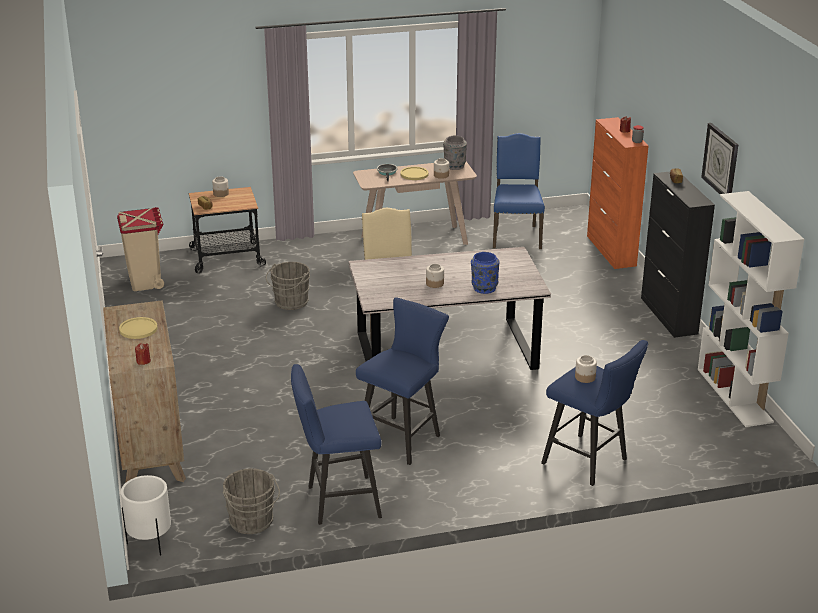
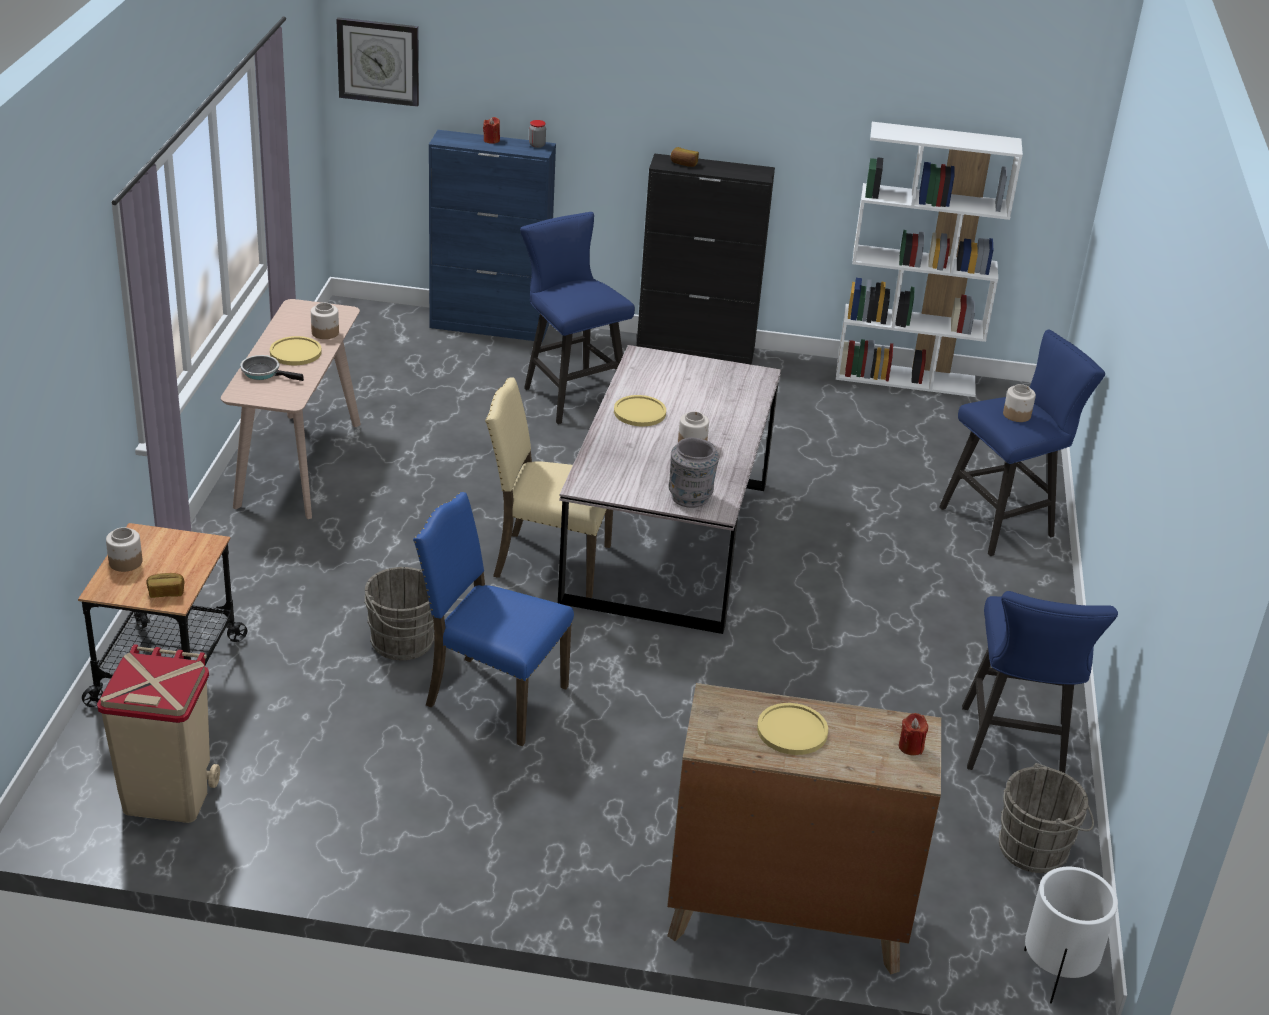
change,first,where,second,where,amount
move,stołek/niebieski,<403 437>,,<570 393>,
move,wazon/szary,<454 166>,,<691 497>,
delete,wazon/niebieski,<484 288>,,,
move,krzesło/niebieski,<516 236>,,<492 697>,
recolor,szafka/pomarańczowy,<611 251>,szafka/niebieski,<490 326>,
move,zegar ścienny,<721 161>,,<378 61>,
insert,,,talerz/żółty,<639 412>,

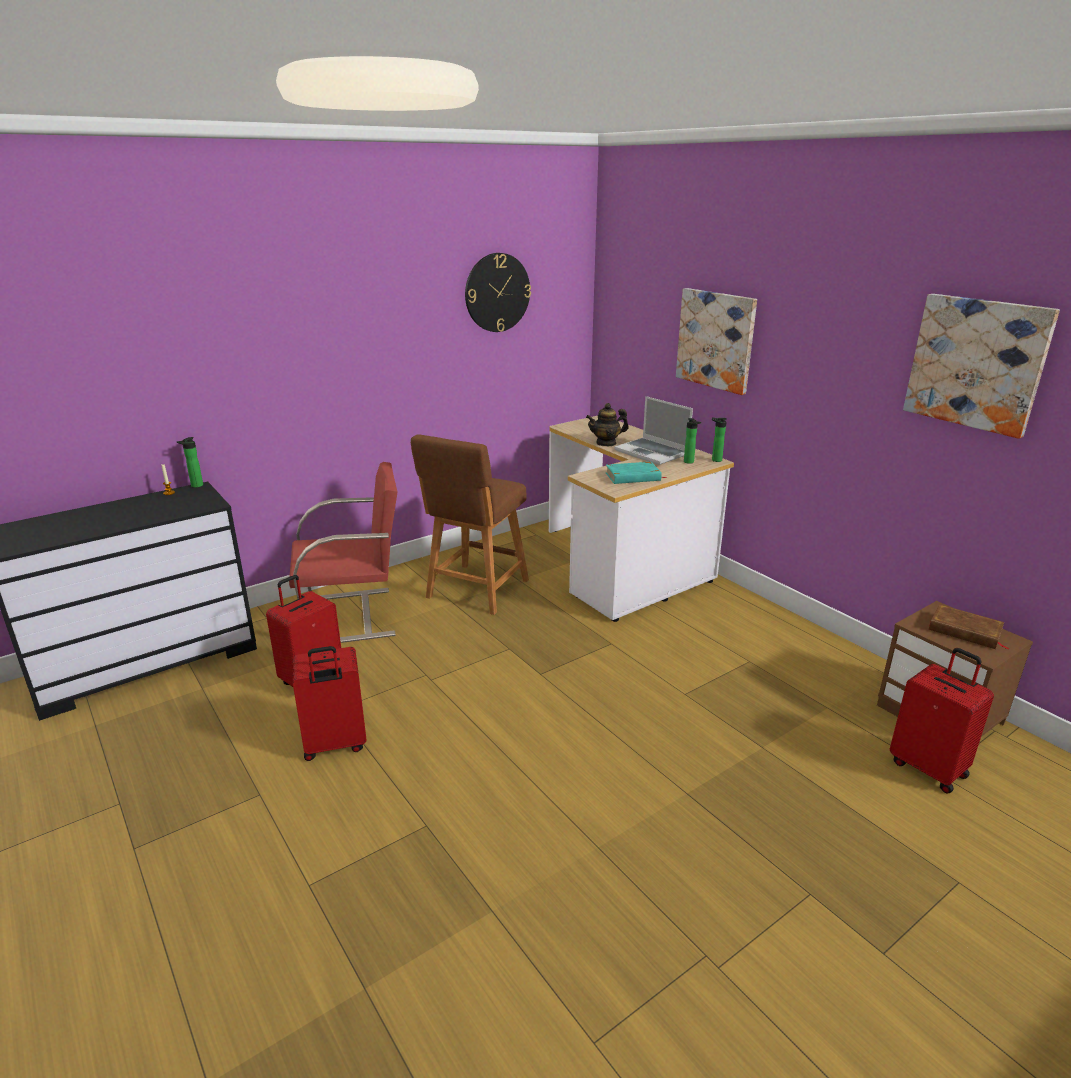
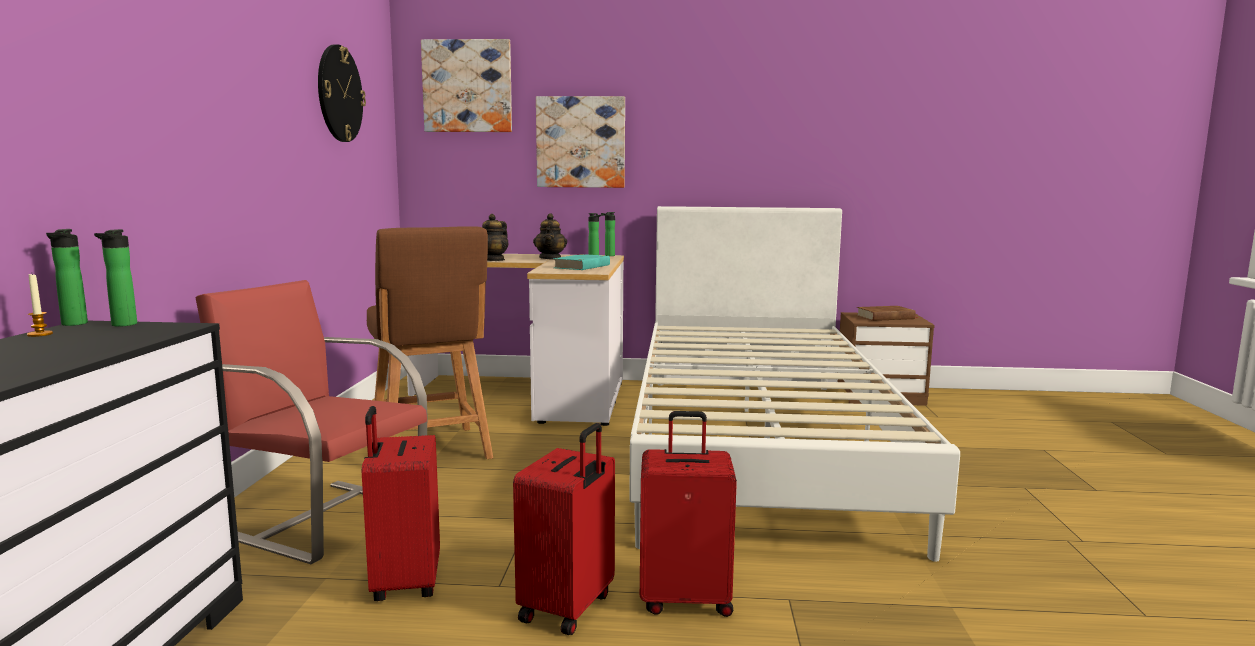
change,first,where,second,where,amount
rotate,krzesło/czerwony,<354 616>,,<325 518>,90 degrees counterclockwise
replace,laptop,<653 453>,imbryk,<550 258>,
move,walizka/czerwony,<929 768>,,<685 599>,
move,obraz,<977 363>,,<467 86>,
insert,,,butelka,<122 325>,
insert,,,łóżko/biały,<757 445>,

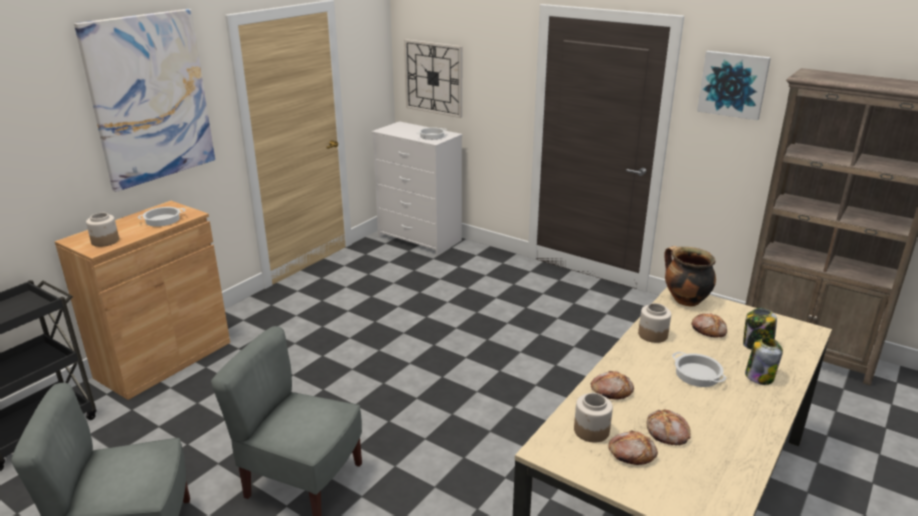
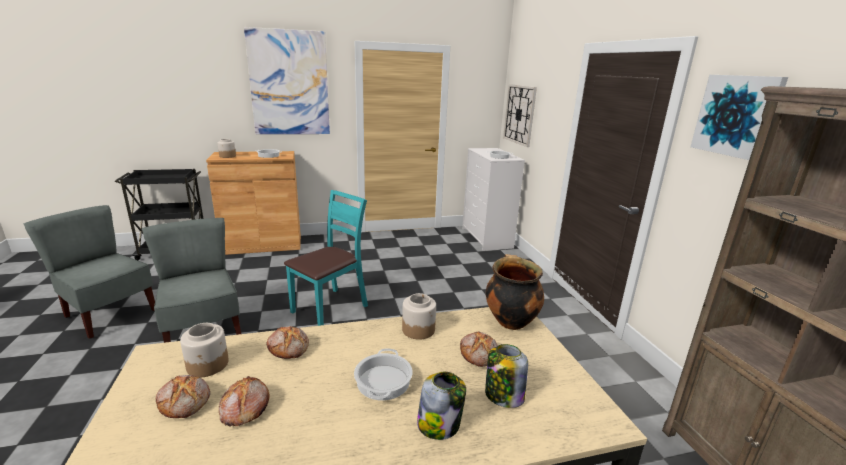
change,first,where,second,where,amount
insert,,,krzesło/turkusowy,<330 308>,

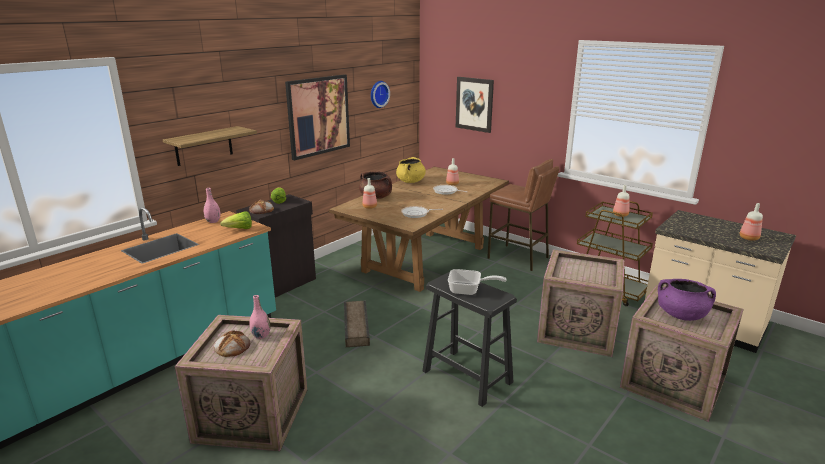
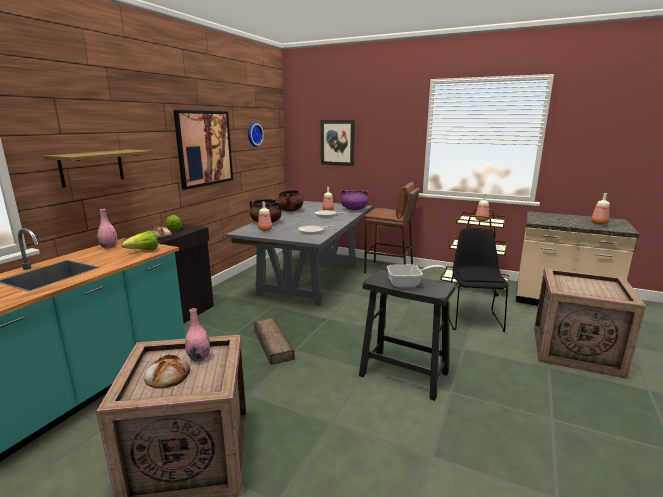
change,first,where,second,where,amount
recolor,stół jadalny/brązowy,<424 259>,stół jadalny/szary,<310 279>,
recolor,garnek/żółty,<410 181>,garnek/brązowy,<290 210>,
replace,skrzynka,<578 330>,krzesło/czarny,<473 319>,
move,garnek/fioletowy,<681 315>,,<354 209>,

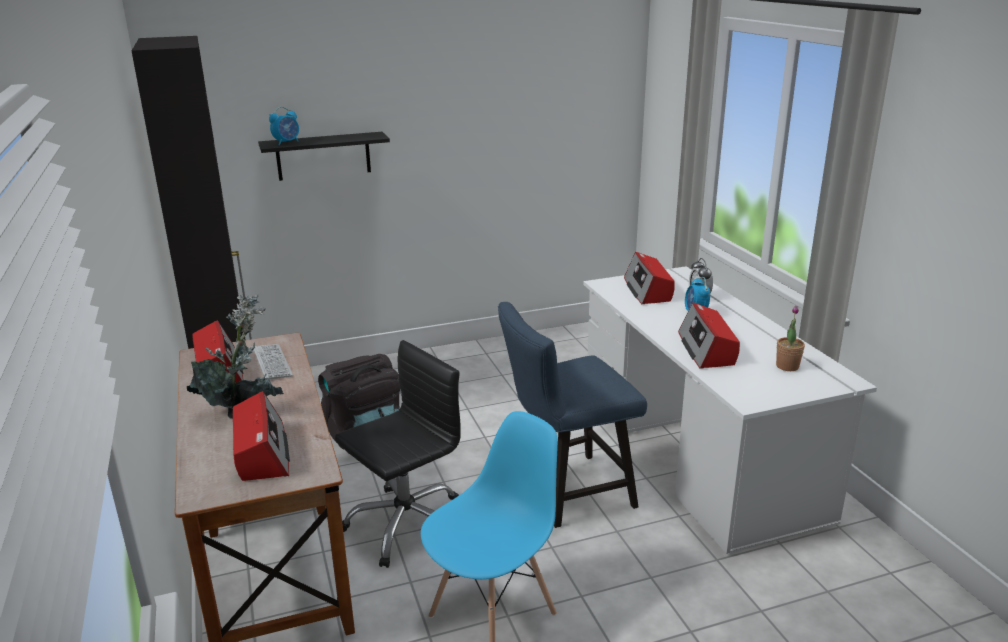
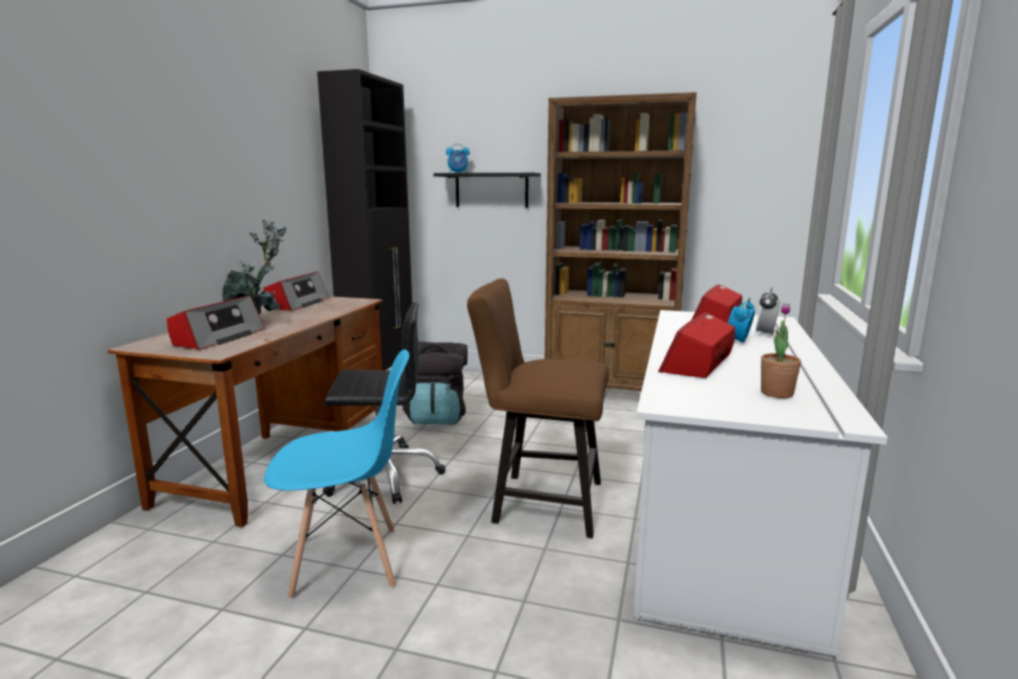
change,first,where,second,where,amount
delete,klawiatura,<272 363>,,,
recolor,krzesło/niebieski,<566 493>,krzesło/brązowy,<539 502>,
insert,,,regał/brązowy,<612 393>,

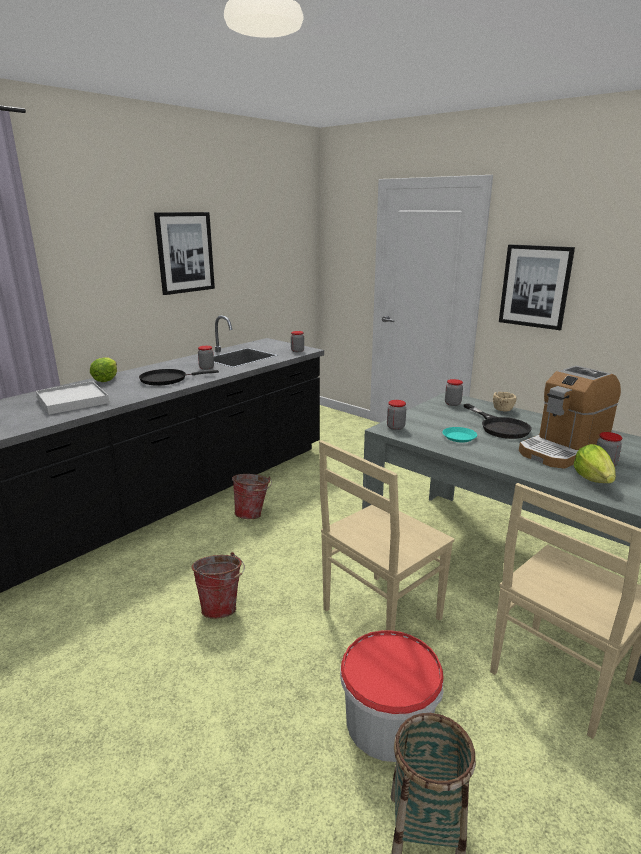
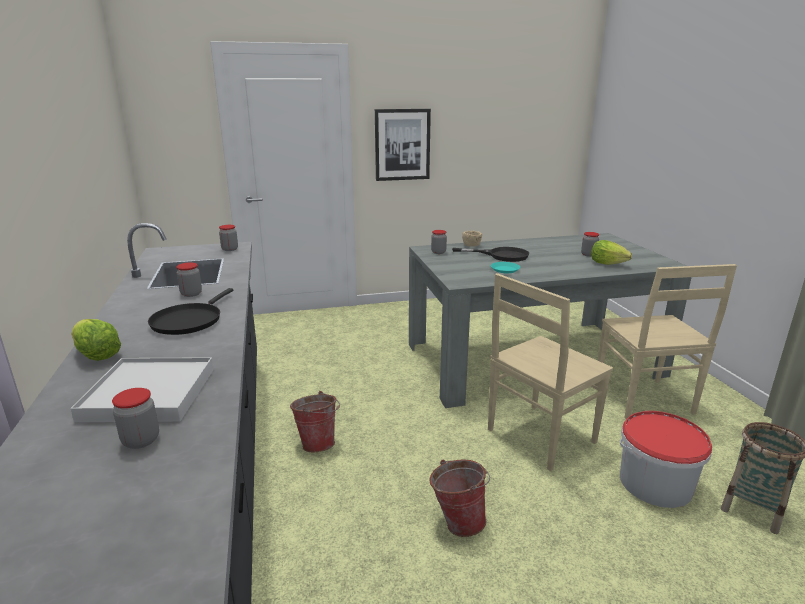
change,first,where,second,where,amount
delete,obraz,<185 252>,,,
rotate,krzesło/beżowy,<379 615>,,<538 437>,60 degrees clockwise
move,słoik,<395 427>,,<141 440>,
delete,ekspres do kawy,<563 449>,,,

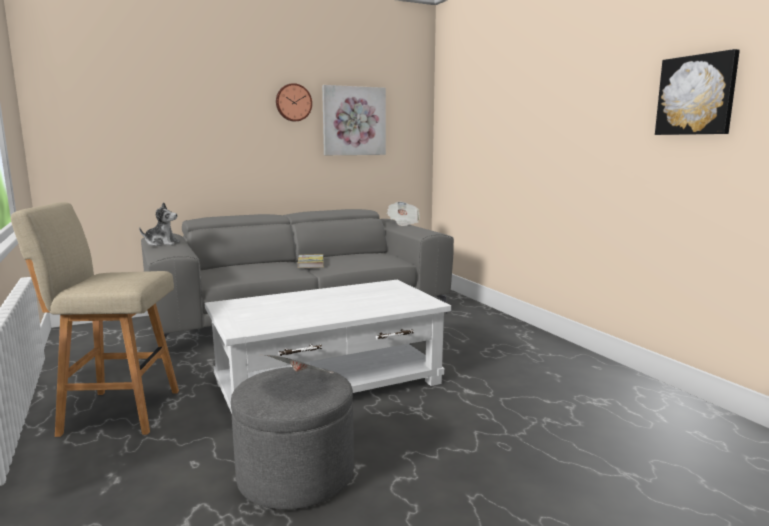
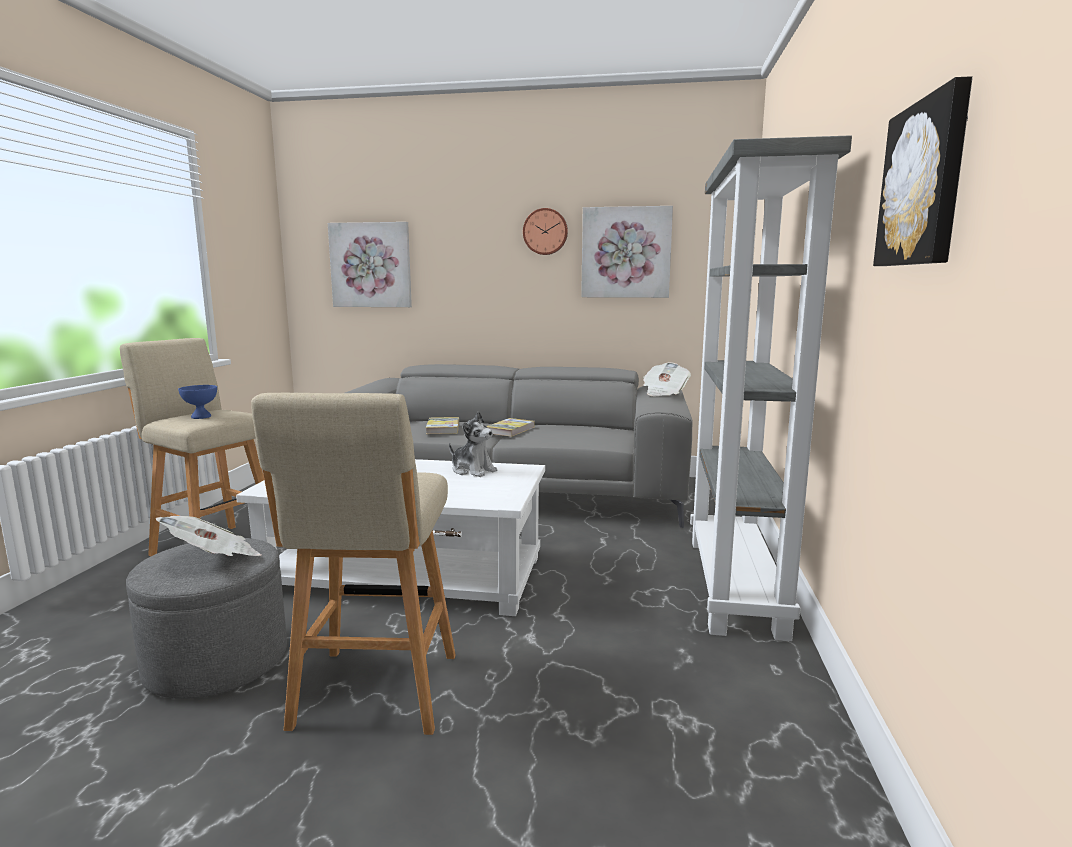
change,first,where,second,where,amount
move,pluszak,<162 243>,,<472 470>,
insert,,,miska/niebieski,<201 416>,
insert,,,stołek/beżowy,<375 694>,
insert,,,obraz,<371 265>,
insert,,,książka,<443 428>,
insert,,,regał/szary,<736 585>,

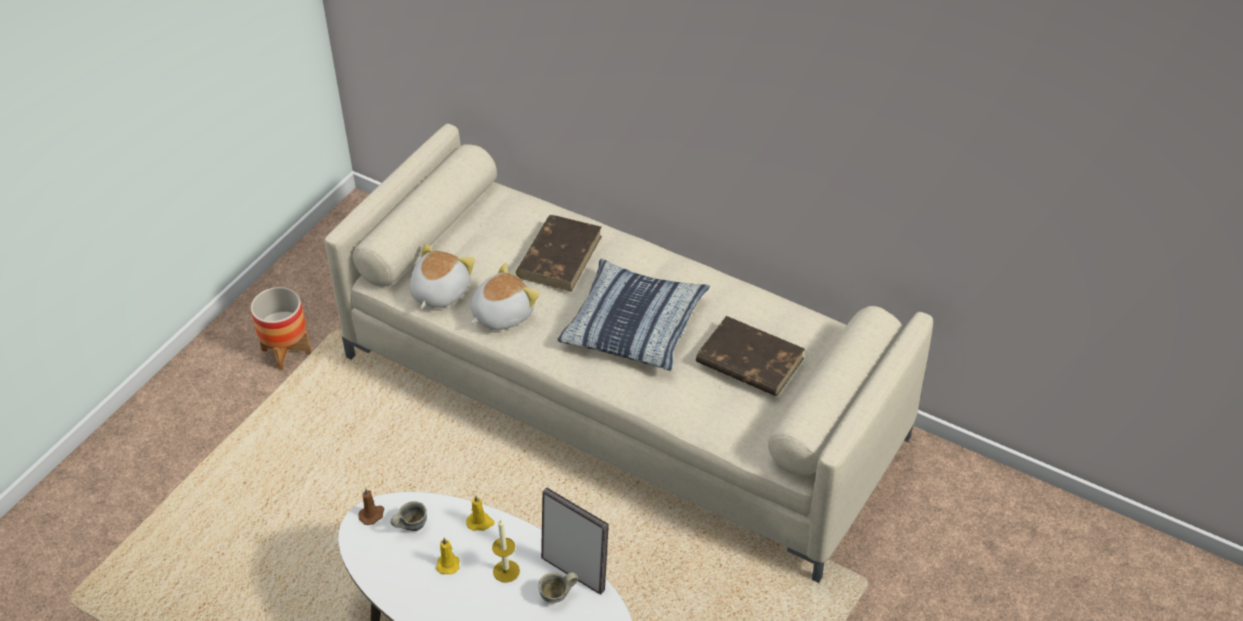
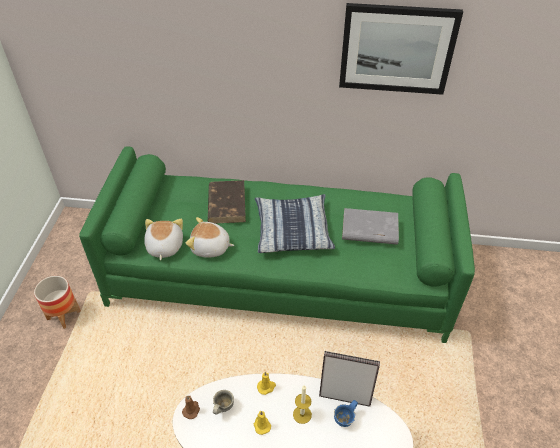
change,first,where,second,where,amount
recolor,kanapa/beżowy,<624 397>,kanapa/zielony,<280 275>,
rotate,pluszak,<501 314>,,<210 248>,105 degrees counterclockwise
recolor,kubek/szary,<557 598>,kubek/niebieski,<345 420>,
recolor,książka/brązowy,<749 361>,książka/szary,<369 229>,
insert,,,obraz,<397 49>,

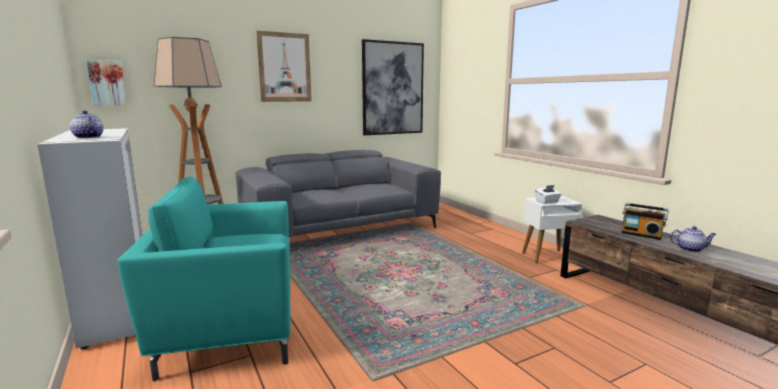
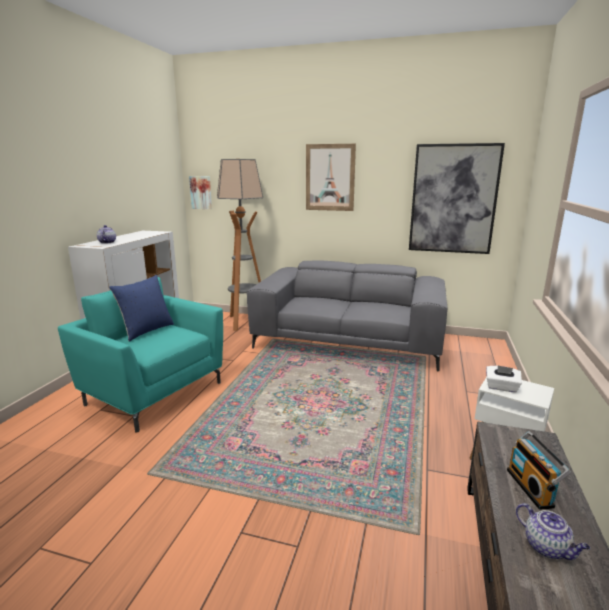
change,first,where,second,where,amount
insert,,,poduszka/niebieski,<146 331>,

